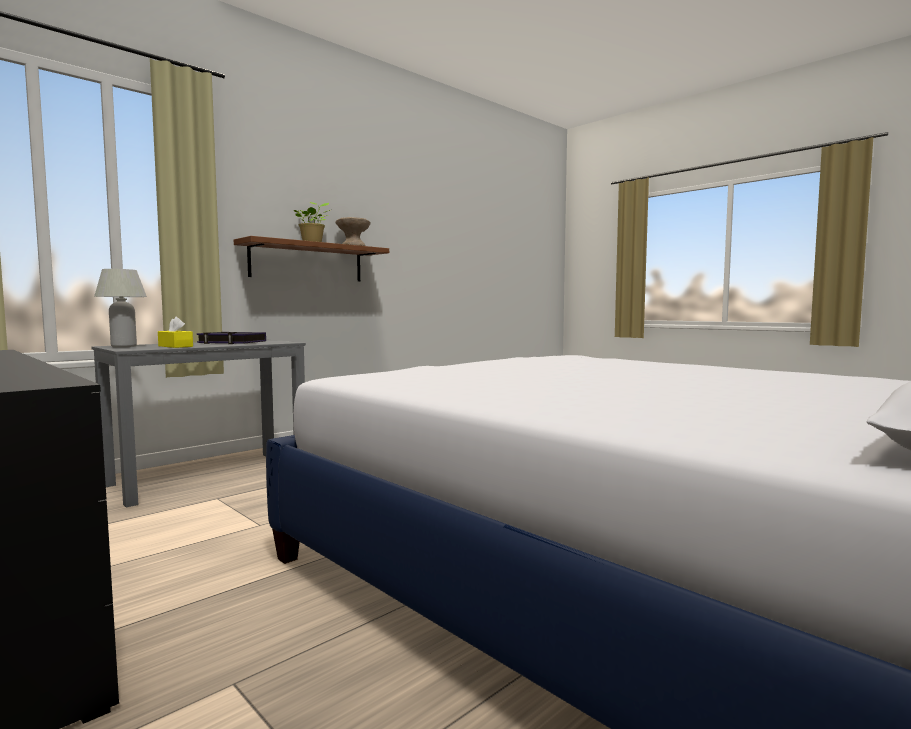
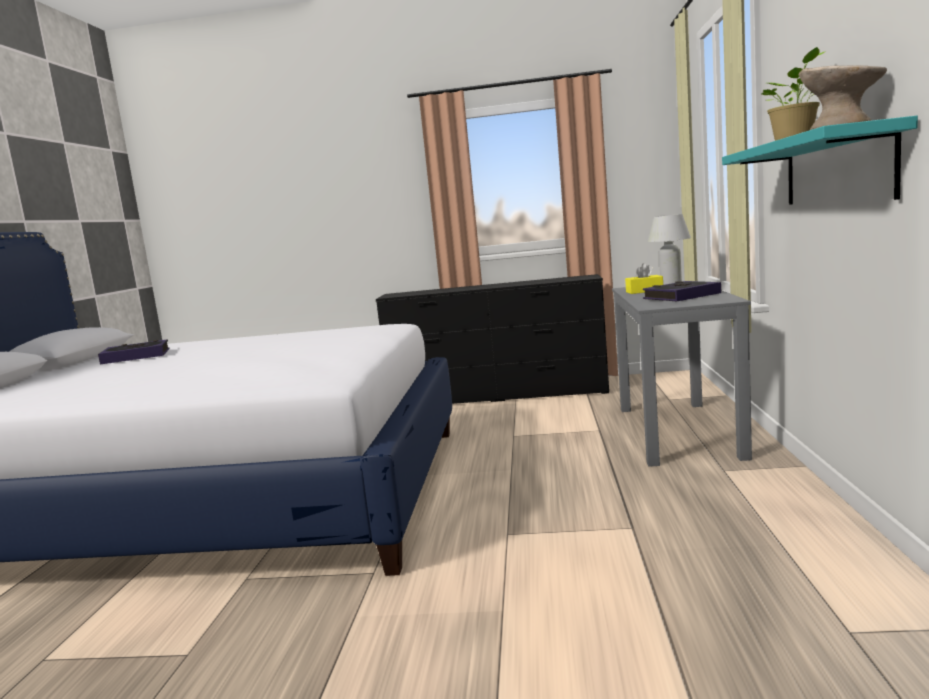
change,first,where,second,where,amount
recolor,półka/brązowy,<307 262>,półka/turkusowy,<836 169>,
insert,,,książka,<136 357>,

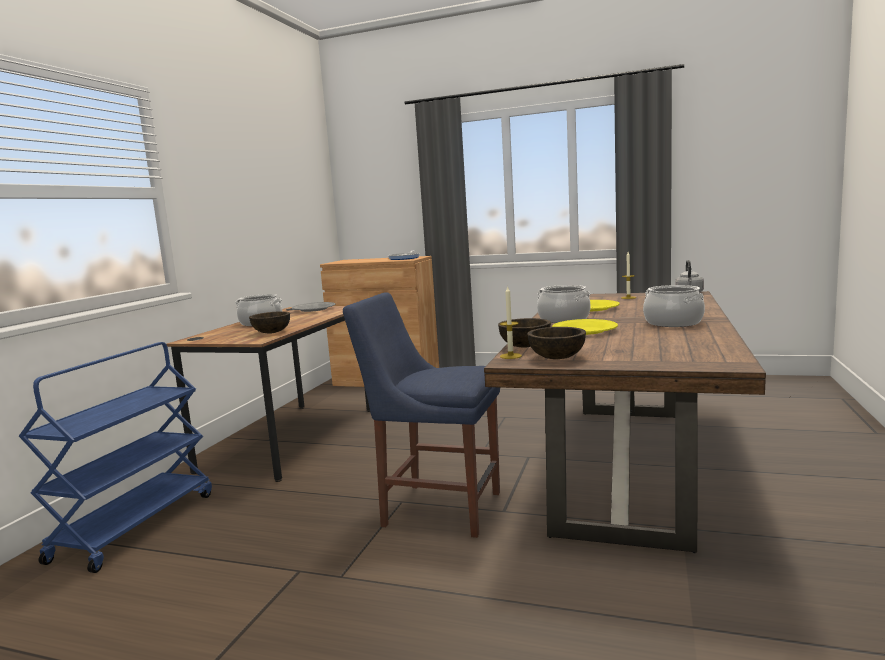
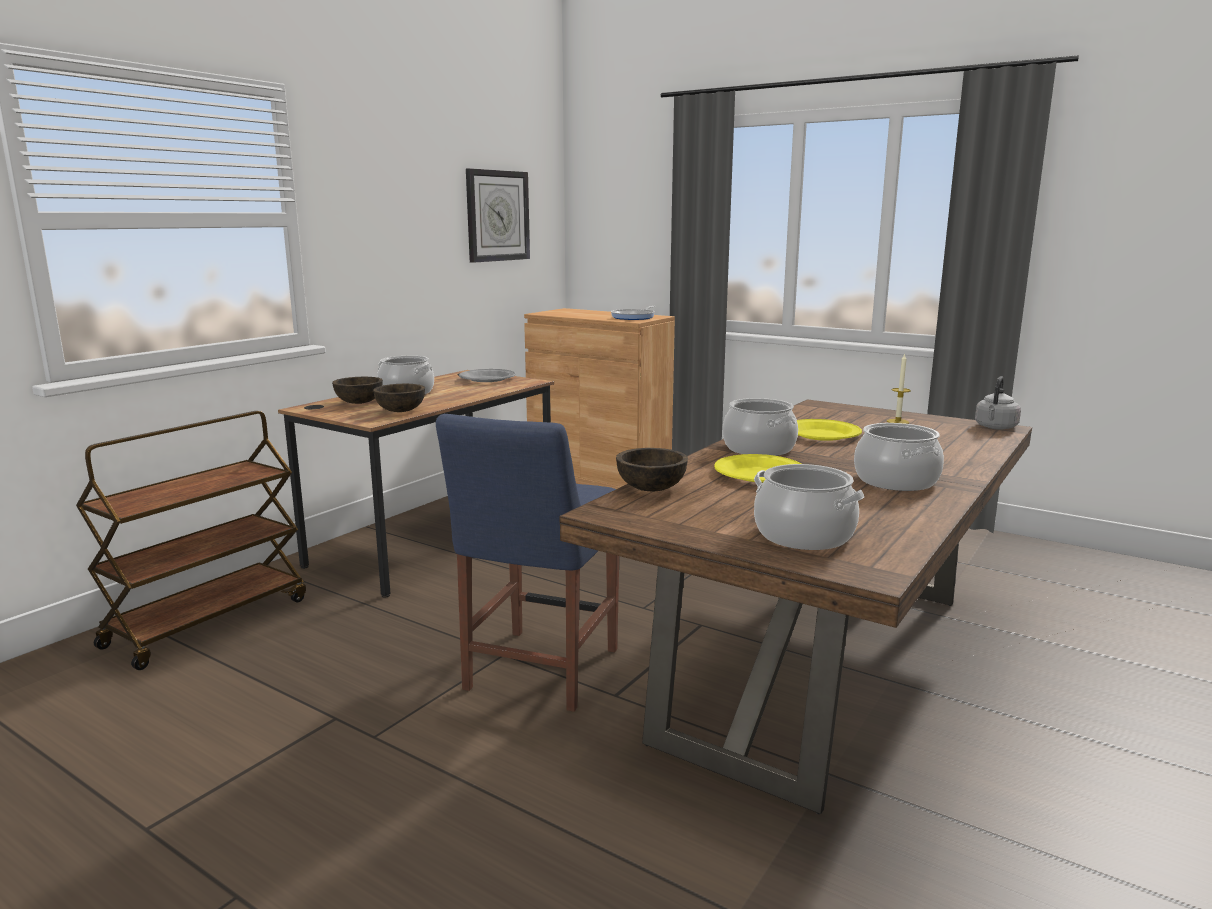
change,first,where,second,where,amount
recolor,wózek/niebieski,<135 525>,wózek/brązowy,<208 621>,
rotate,krzesło/niebieski,<436 508>,,<538 672>,105 degrees counterclockwise
delete,świeca,<510 356>,,,
move,miska/brązowy,<557 358>,,<359 402>,
insert,,,zegar ścienny,<497 216>,
insert,,,garnek,<804 535>,

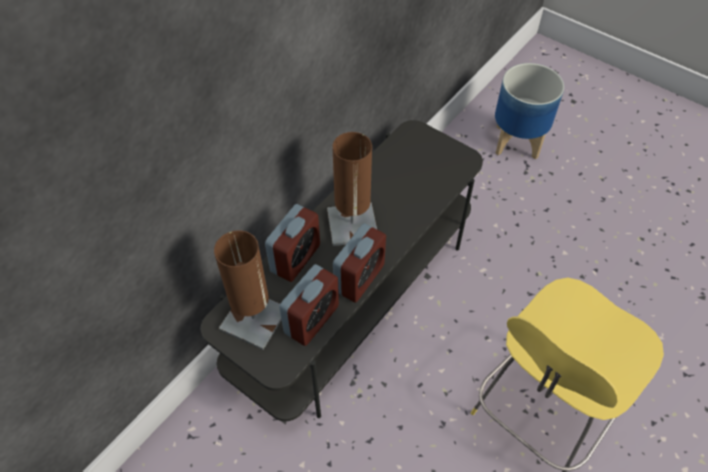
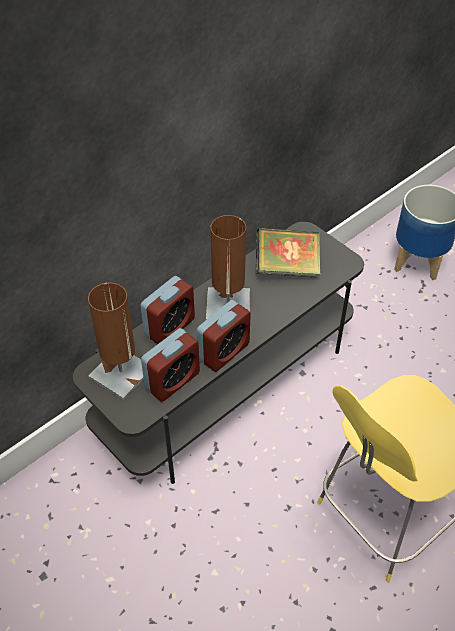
change,first,where,second,where,amount
insert,,,książka,<286 268>,

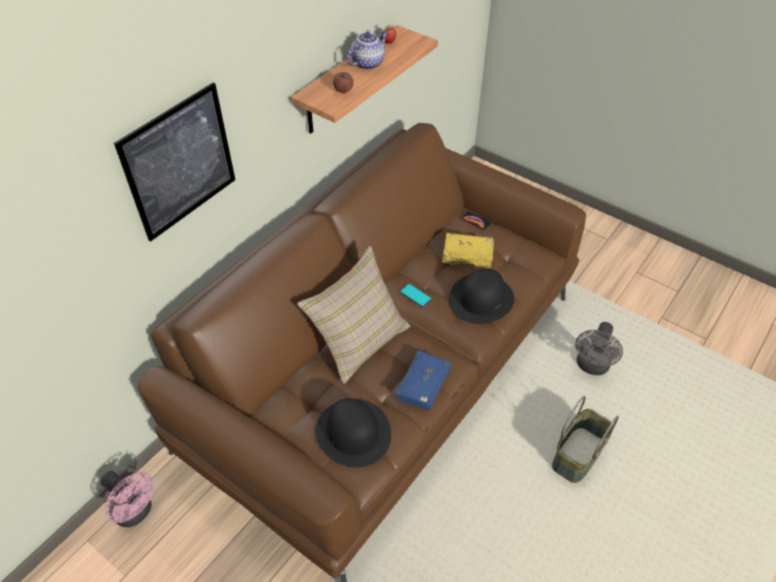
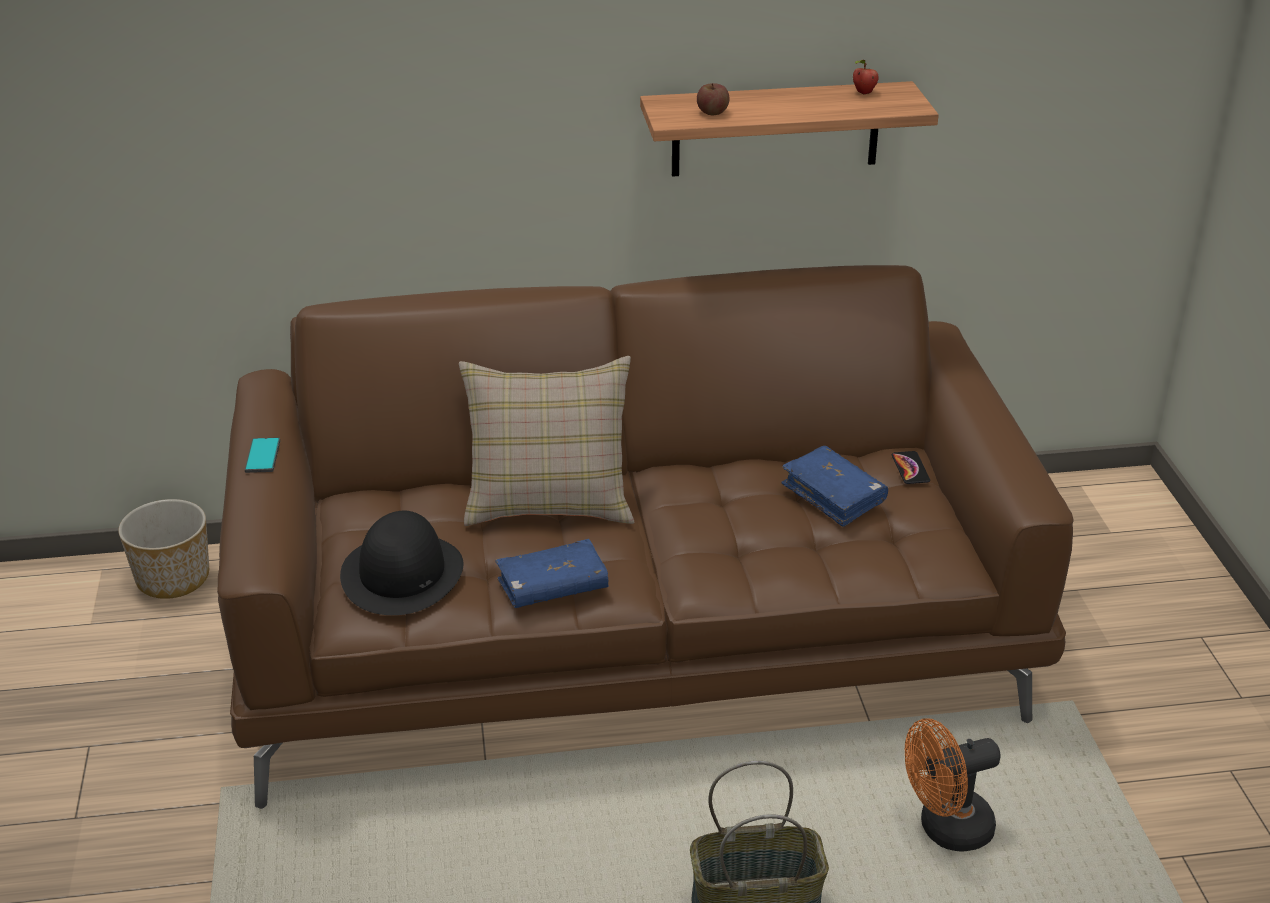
change,first,where,second,where,amount
replace,wentylator/różowy,<136 512>,donica,<174 578>,
delete,obraz,<180 162>,,,
delete,imbryk,<368 63>,,,
move,telefon,<415 295>,,<263 456>,
recolor,książka/żółty,<467 254>,książka/niebieski,<833 495>,
delete,kapelusz/czarny,<481 298>,,,
recolor,wentylator/szary,<592 366>,wentylator/pomarańczowy,<945 829>,

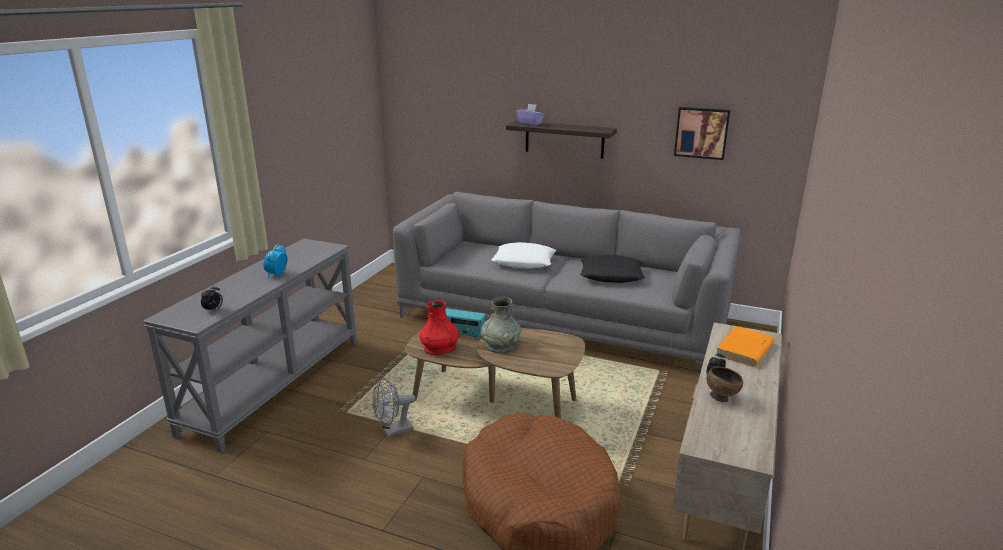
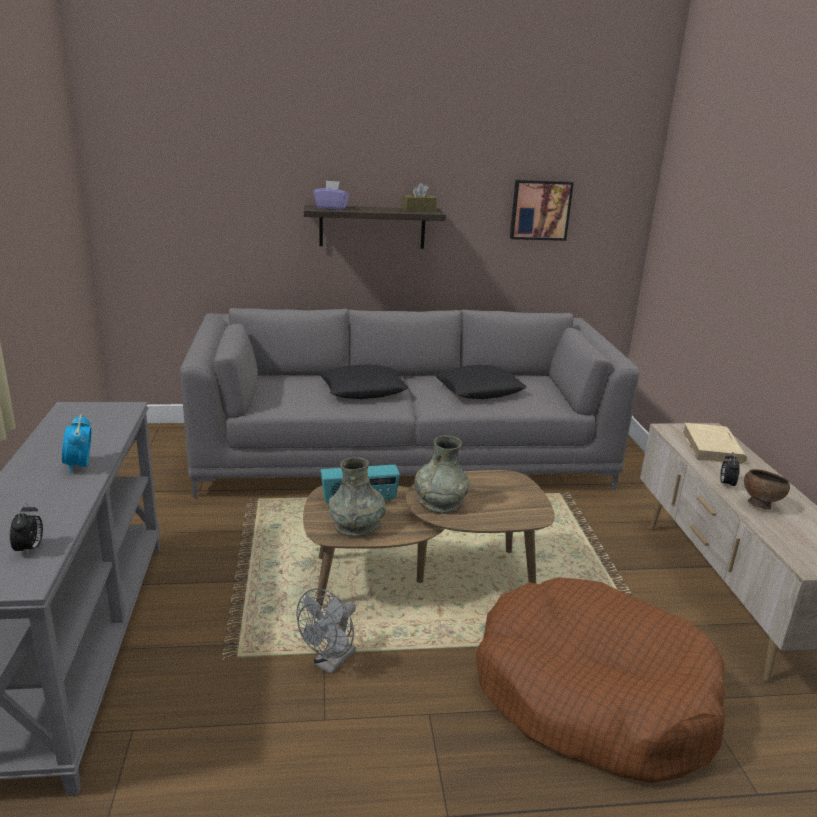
change,first,where,second,where,amount
recolor,wazon/czerwony,<440 348>,wazon/szary,<357 525>,
recolor,poduszka/biały,<524 261>,poduszka/czarny,<363 390>,
recolor,książka/pomarańczowy,<744 350>,książka/beżowy,<713 447>,
insert,,,pudełko chusteczek/brązowy,<419 210>,

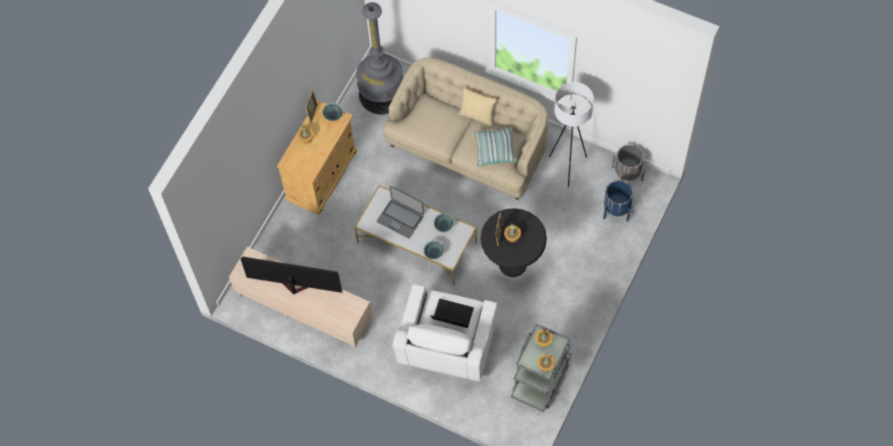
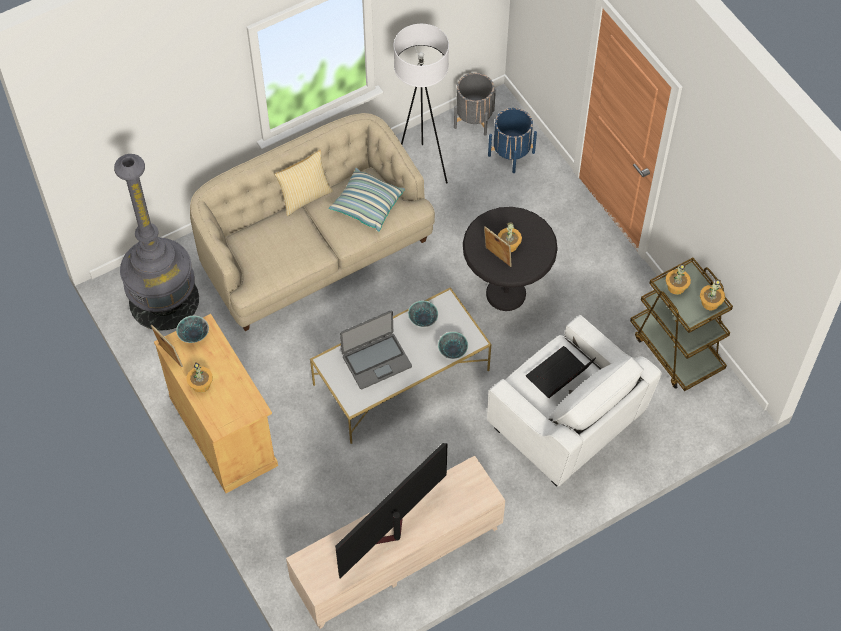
change,first,where,second,where,amount
recolor,wózek/szary,<540 379>,wózek/brązowy,<676 350>,

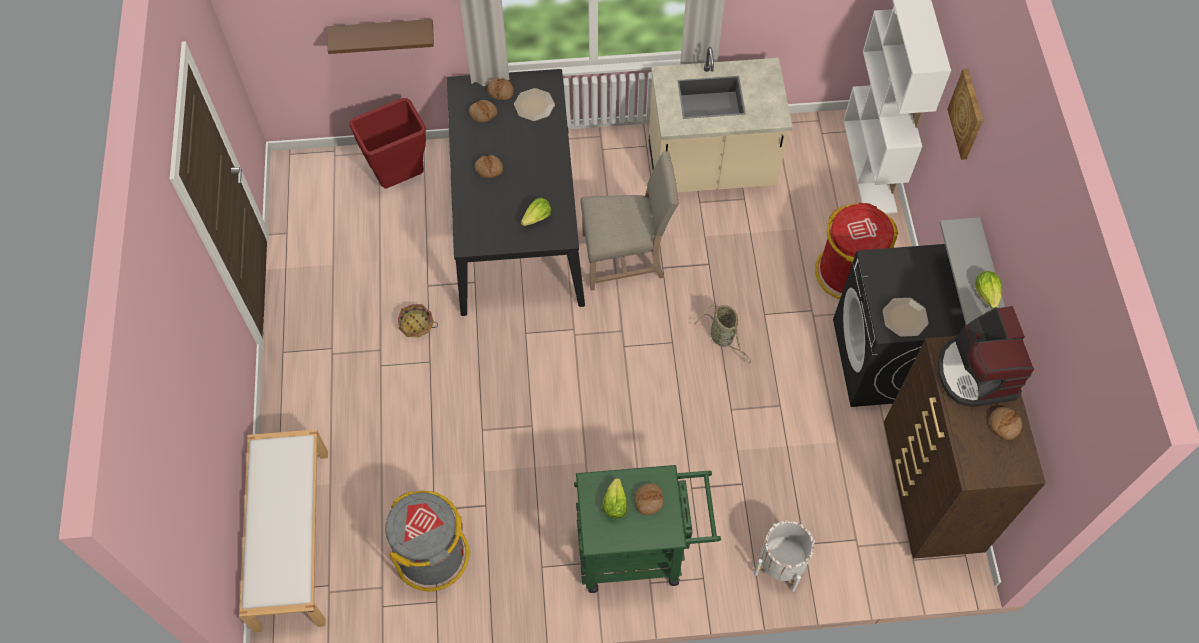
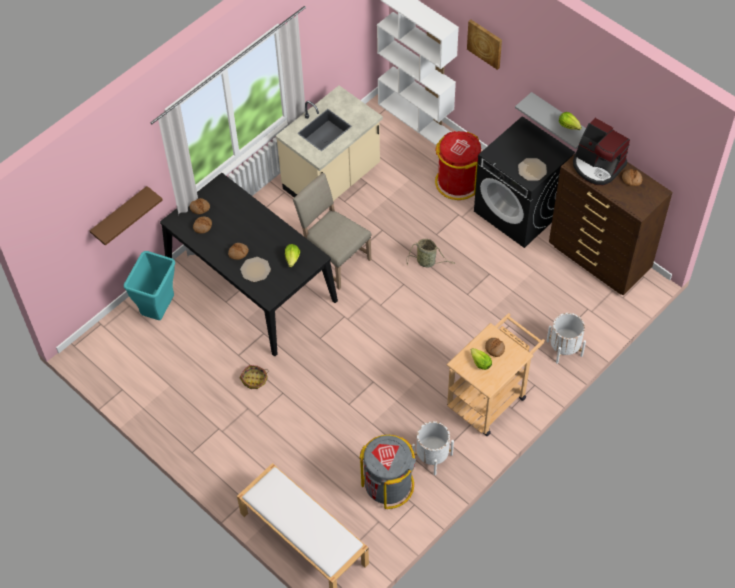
change,first,where,second,where,amount
recolor,kosz na śmieci/czerwony,<400 178>,kosz na śmieci/turkusowy,<158 310>,
move,talerz,<534 105>,,<255 270>,
recolor,wózek/zielony,<640 550>,wózek/beżowy,<491 397>,
rotate,krzesło/beżowy,<626 257>,,<334 259>,90 degrees counterclockwise
insert,,,donica/biały,<432 456>,

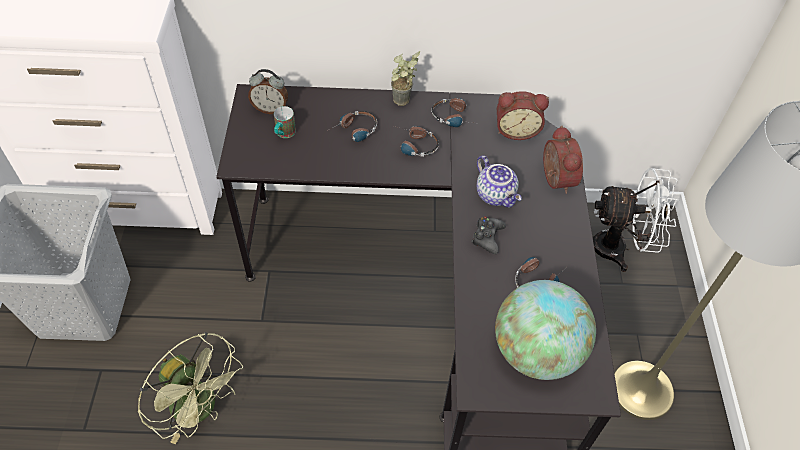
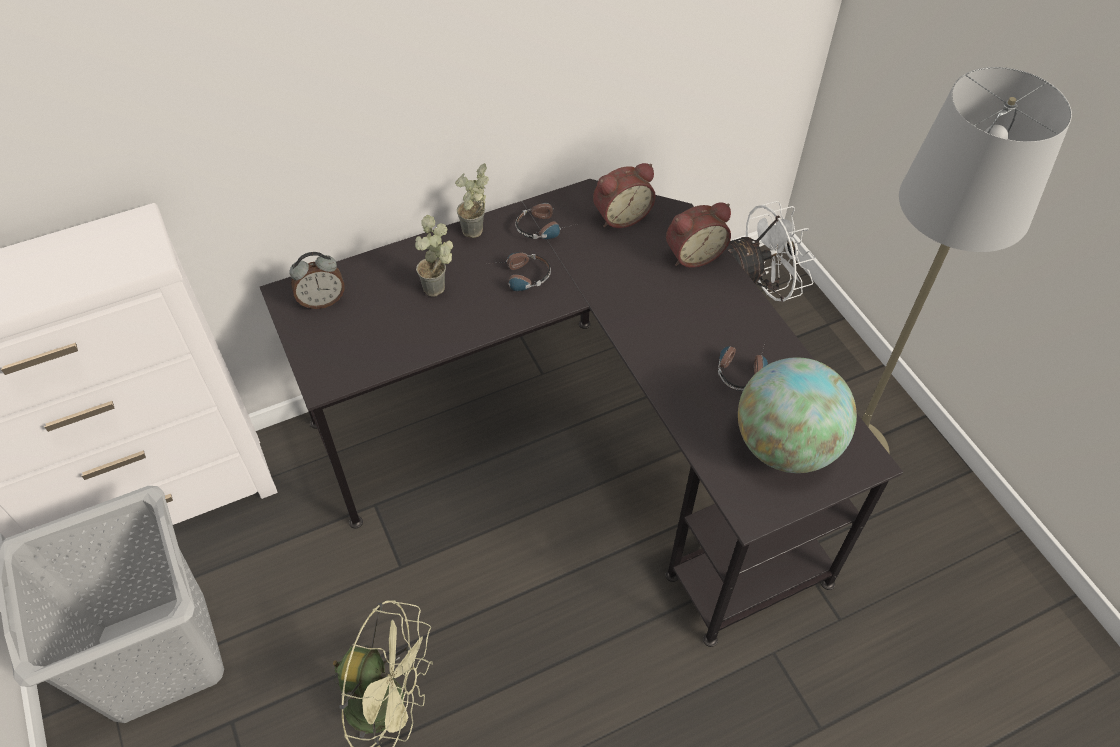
change,first,where,second,where,amount
delete,kubek,<284 134>,,,
replace,słuchawki,<353 132>,roślina doniczkowa,<441 289>,
delete,pad do gier/czarny,<487 237>,,,
delete,imbryk,<496 195>,,,
rotate,budzik,<554 179>,,<693 254>,105 degrees clockwise

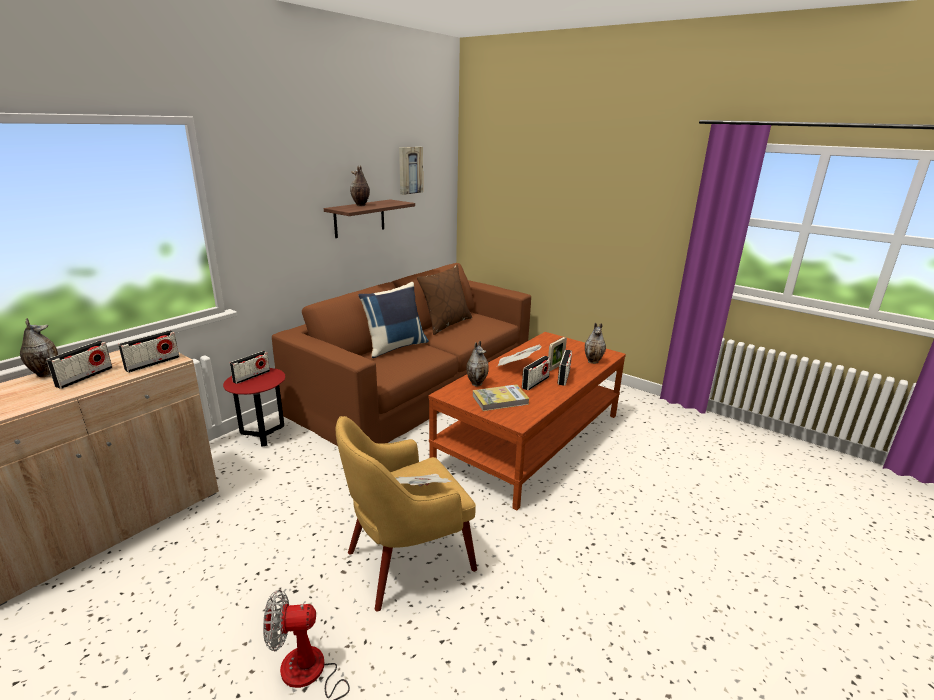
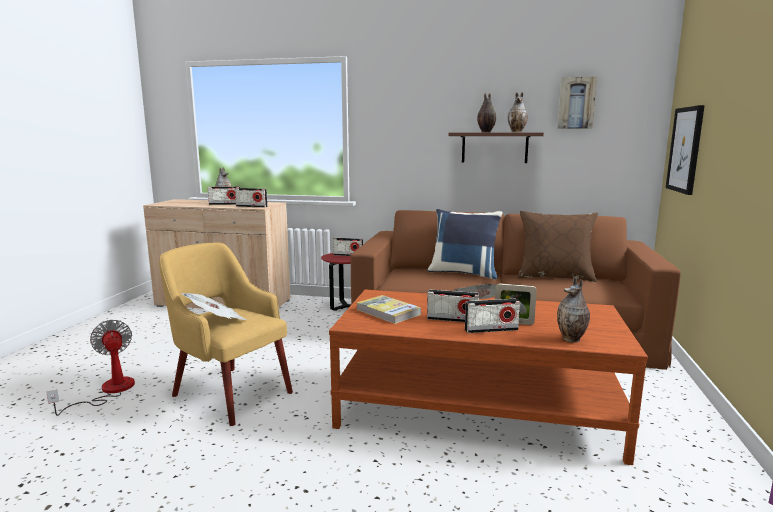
change,first,where,second,where,amount
move,wazon,<477 383>,,<517 132>,
insert,,,obraz,<685 149>,

